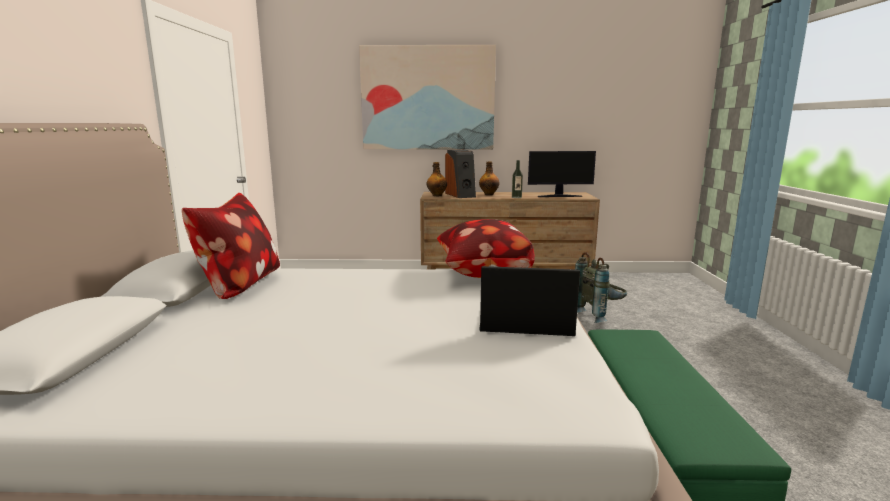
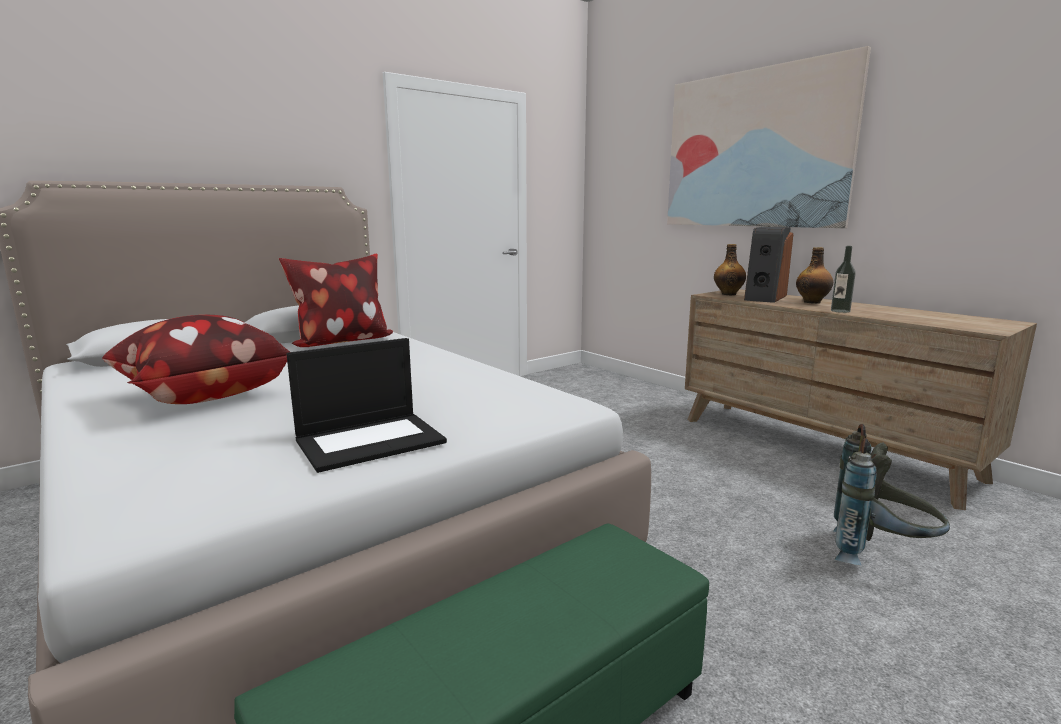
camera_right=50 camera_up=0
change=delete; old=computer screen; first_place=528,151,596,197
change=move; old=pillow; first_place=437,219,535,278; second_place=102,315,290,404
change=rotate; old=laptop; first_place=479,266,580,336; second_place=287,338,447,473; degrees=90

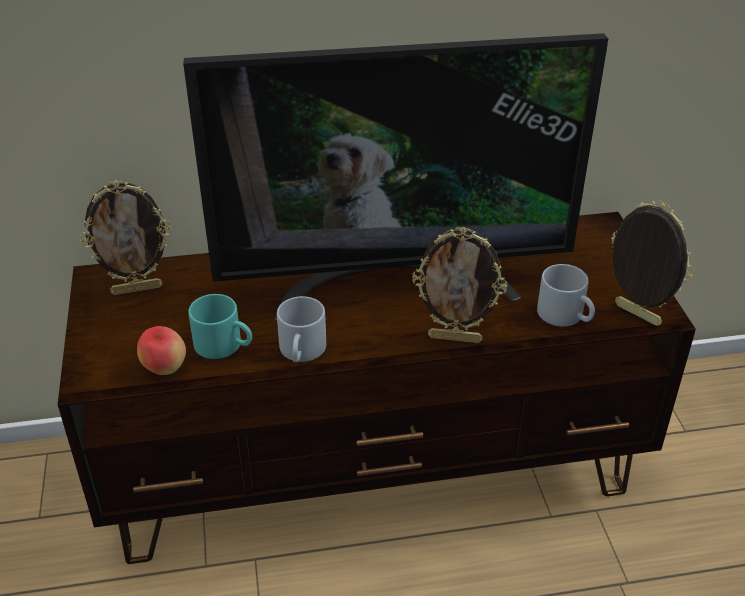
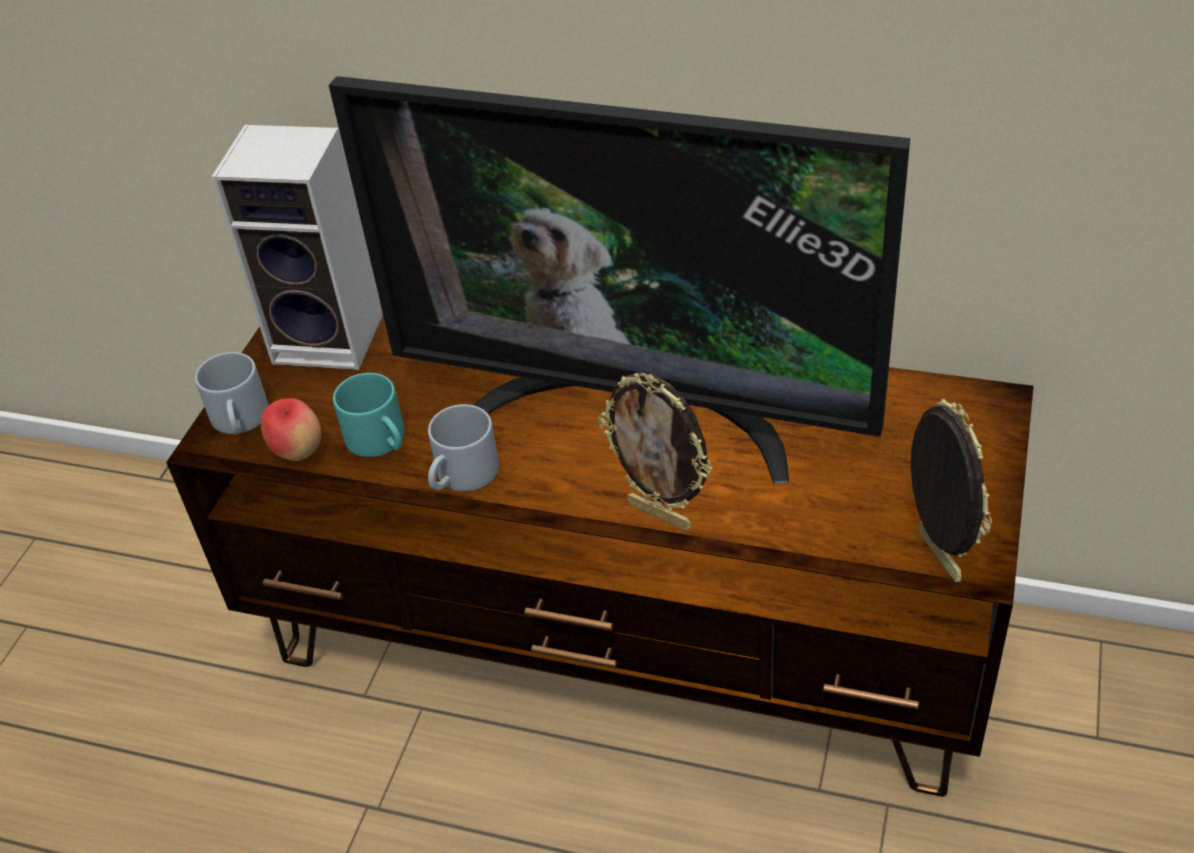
camera_right=30 camera_up=5
change=replace; old=standing frame; new=audio speaker; first_place=80,180,171,295; second_place=212,125,383,370
change=move; old=grey coffee mug; first_place=537,264,595,326; second_place=195,352,269,434

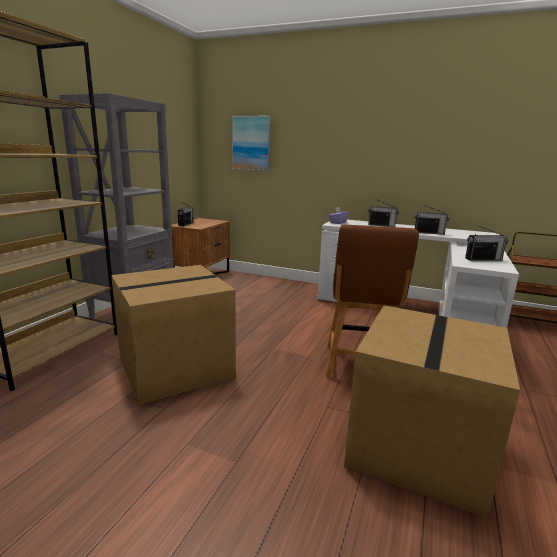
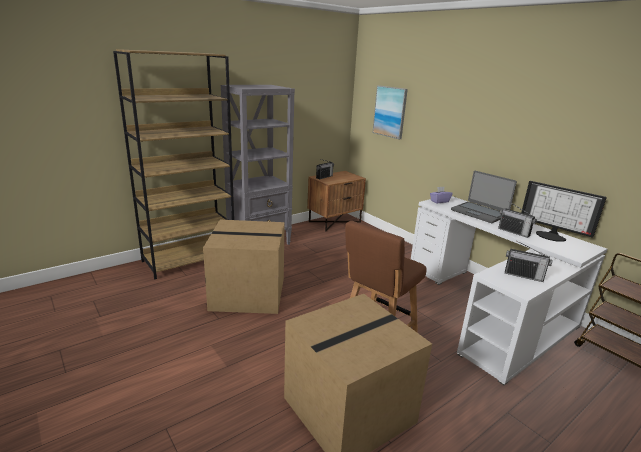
camera_right=30 camera_up=5
change=replace; old=radio; new=laptop; first_place=368,199,400,227; second_place=451,171,517,223
change=insert; new=computer screen; second_place=521,181,607,242

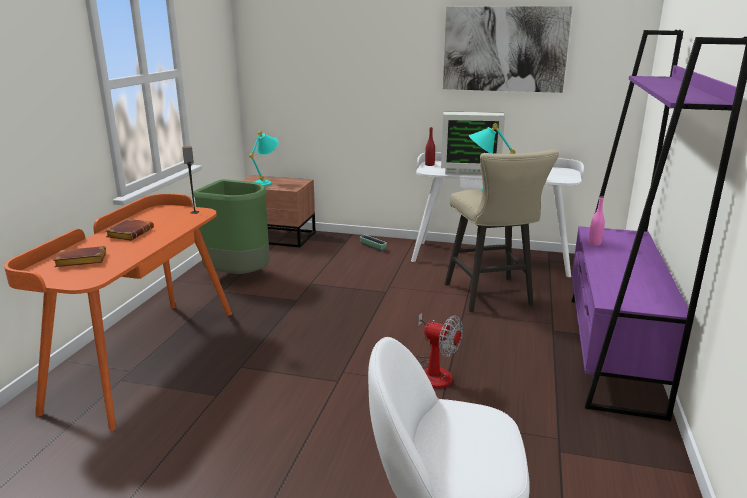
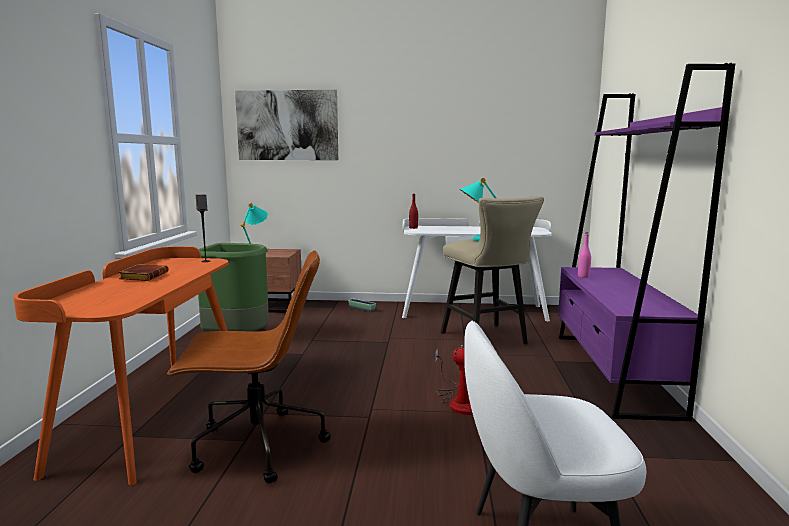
camera_right=-10 camera_up=-10
change=move; old=wall picture; first_place=443,6,573,93; second_place=235,90,338,160
change=delete; old=computer screen; first_place=441,112,505,176
change=delete; old=brownish book; first_place=54,246,106,267
change=insert; new=brownish office chair; second_place=167,250,331,484

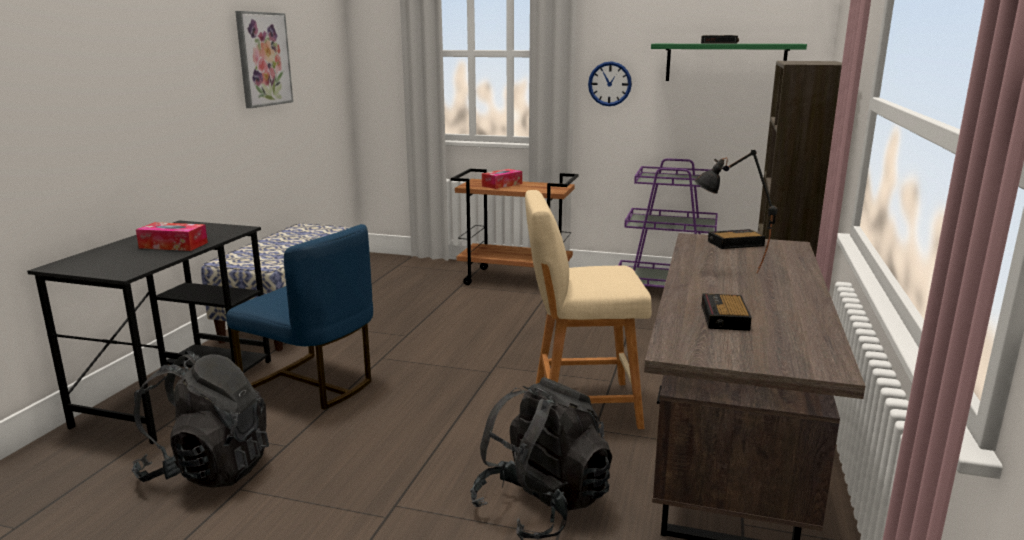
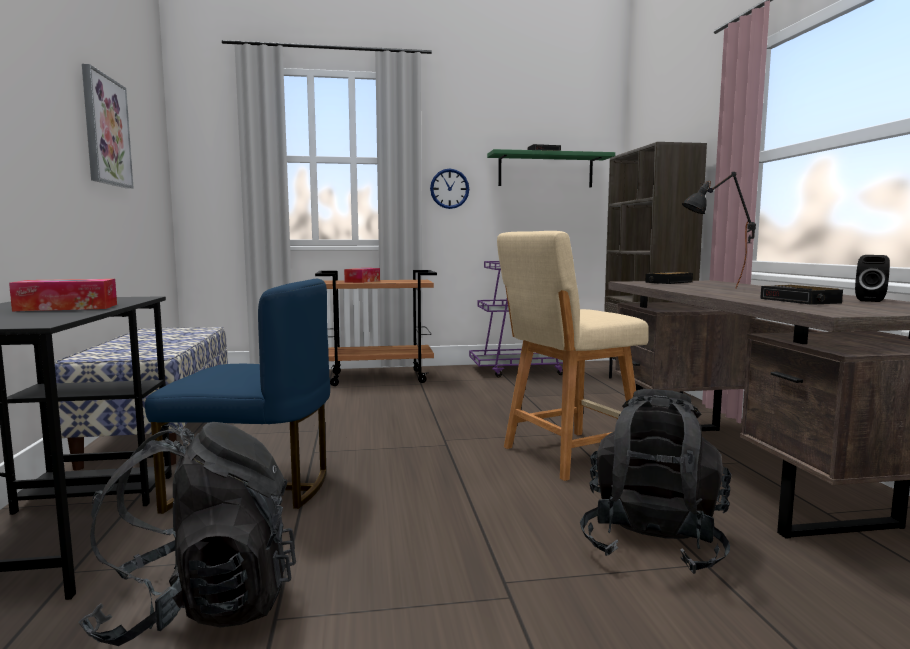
camera_right=-25 camera_up=-10
change=insert; new=blackish audio speaker; second_place=855,255,890,302

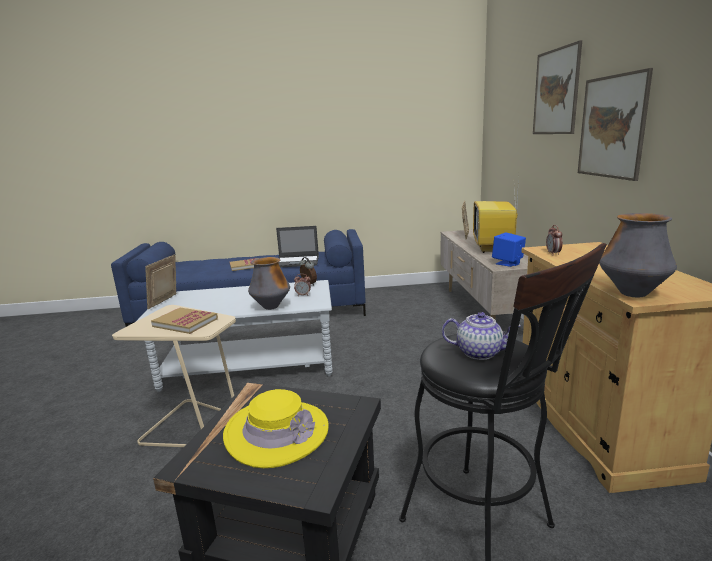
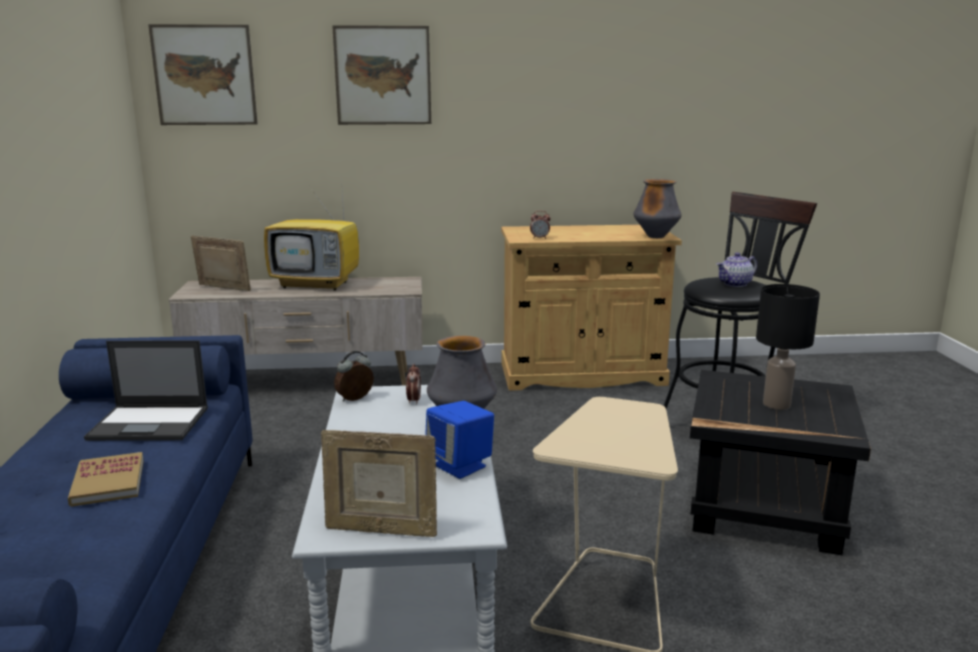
camera_right=-90 camera_up=0
change=move; old=wall picture; first_place=578,68,653,181; second_place=148,24,258,125
change=rotate; old=laptop; first_place=276,226,319,268; second_place=84,340,208,441; degrees=90
change=move; old=bluish audio speaker; first_place=492,232,526,267; second_place=425,401,494,479
change=delete; old=book; first_place=151,308,218,334
change=rotate; old=teapot; first_place=442,312,521,360; second_place=716,252,757,287; degrees=-135
change=replace; old=yellow wearable hat; new=blackish table lamp; first_place=223,389,329,468; second_place=756,284,820,410

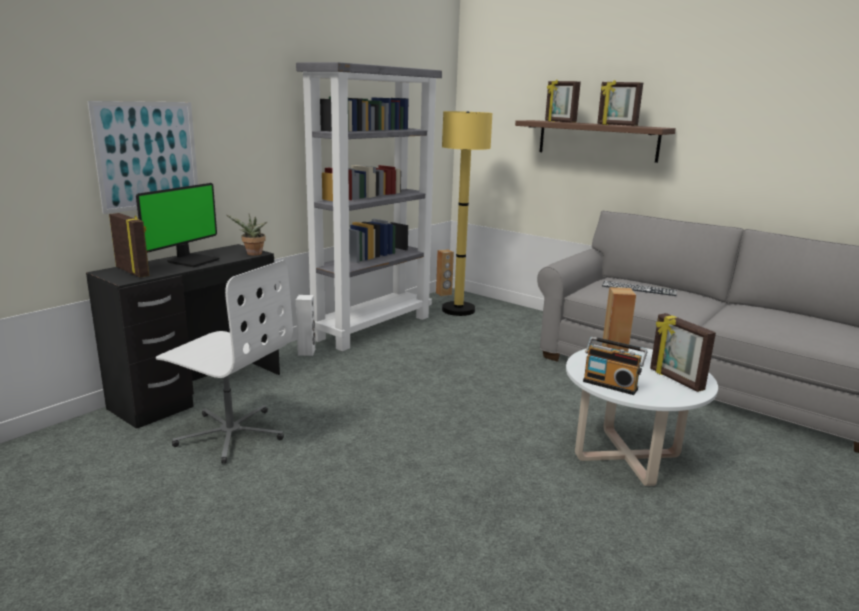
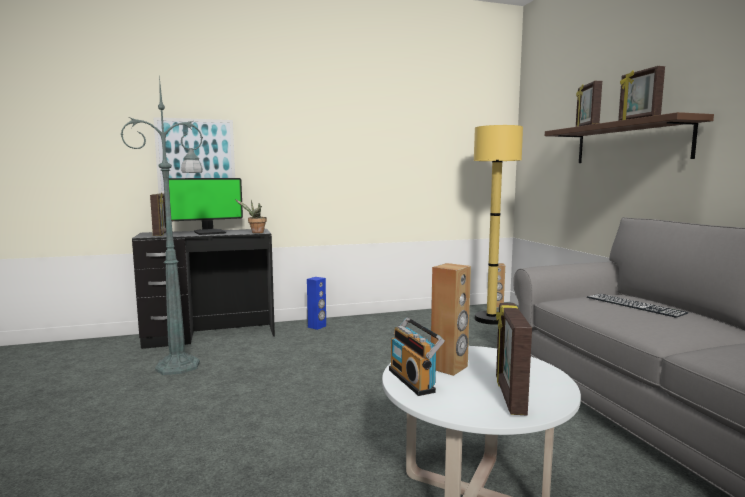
camera_right=35 camera_up=-10
change=delete; old=grey bookshelf; first_place=296,62,442,351
change=replace; old=white-coloured office chair; new=greenish standing lamp; first_place=156,260,293,464; second_place=120,75,203,375
change=recolor; old=white-coloured audio speaker; new=bluish audio speaker; first_place=296,295,315,356; second_place=307,277,326,330

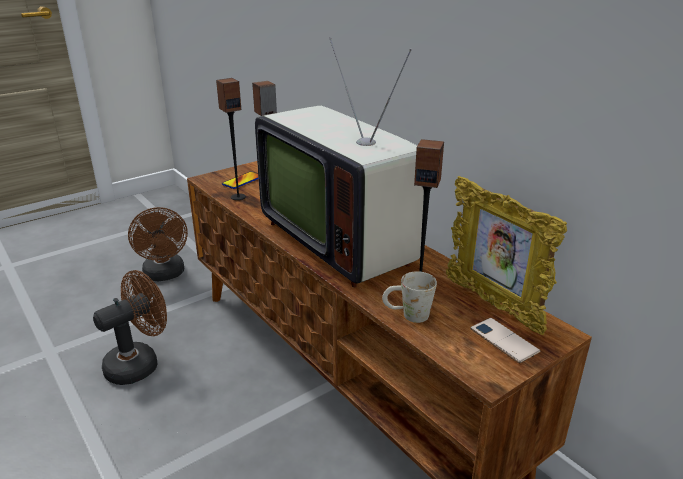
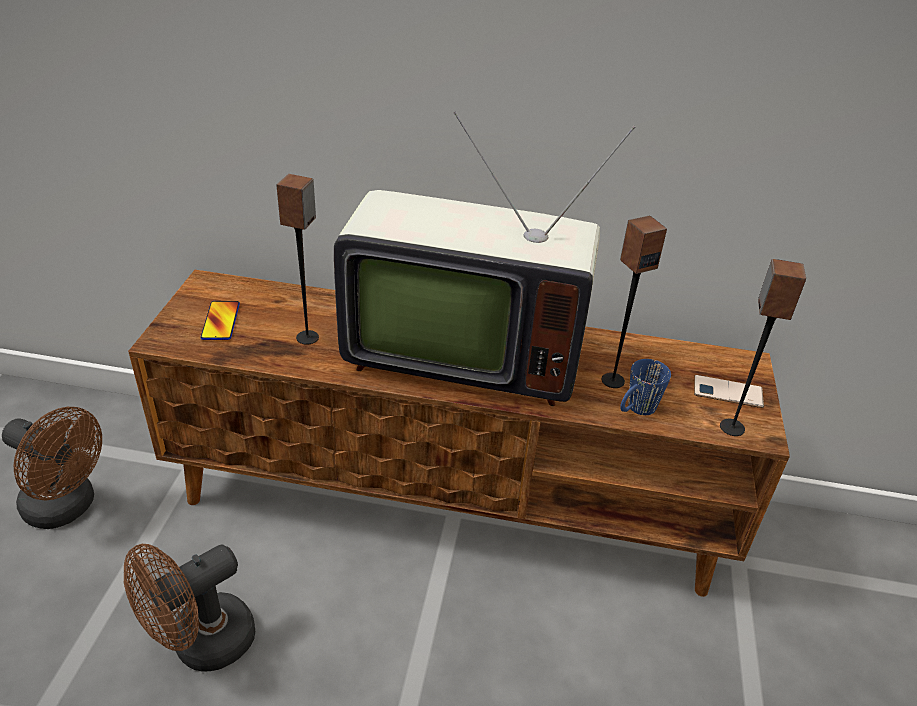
camera_right=-45 camera_up=10
change=move; old=audio speaker; first_place=216,78,246,200; second_place=720,259,806,436
change=delete; old=standing frame; first_place=446,176,567,335
change=rotate; old=brownish electric fan; first_place=93,270,167,385; second_place=124,544,255,672; degrees=-135
change=recolor; old=white-coloured coffee mug; new=bluish coffee mug; first_place=382,271,437,323; second_place=620,359,671,415

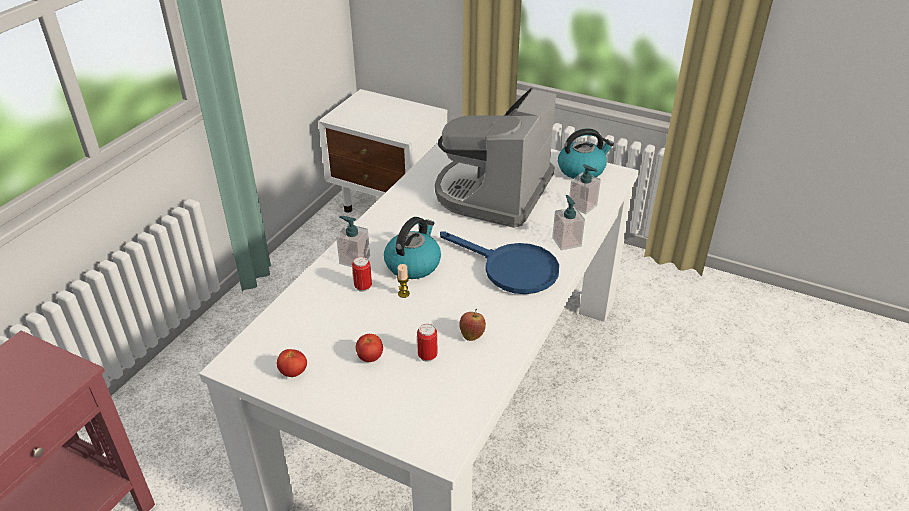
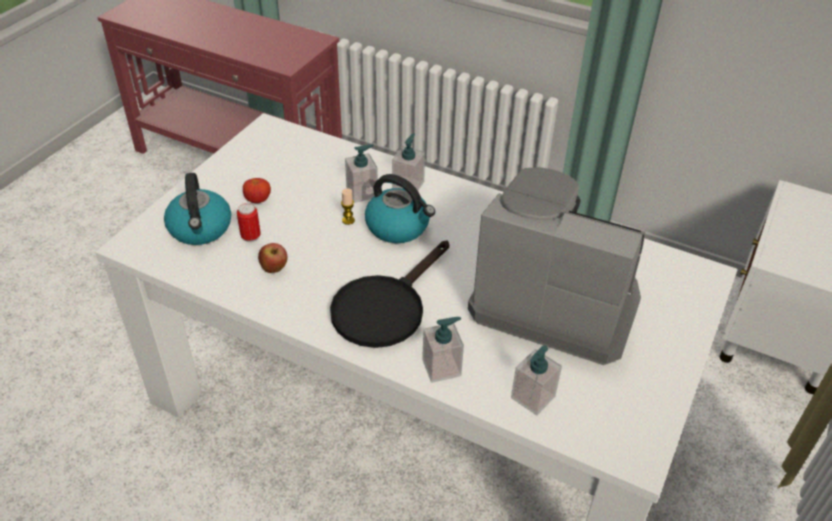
camera_right=90 camera_up=5
change=move; old=kettle; first_place=558,128,614,179; second_place=164,173,231,245
change=recolor; old=bluish frying pan; new=blackish frying pan; first_place=440,231,559,294; second_place=330,240,449,348
change=replace; old=sealed can; new=soap dispenser; first_place=352,257,372,292; second_place=345,144,378,203
change=delete; old=tomato; first_place=277,349,307,377

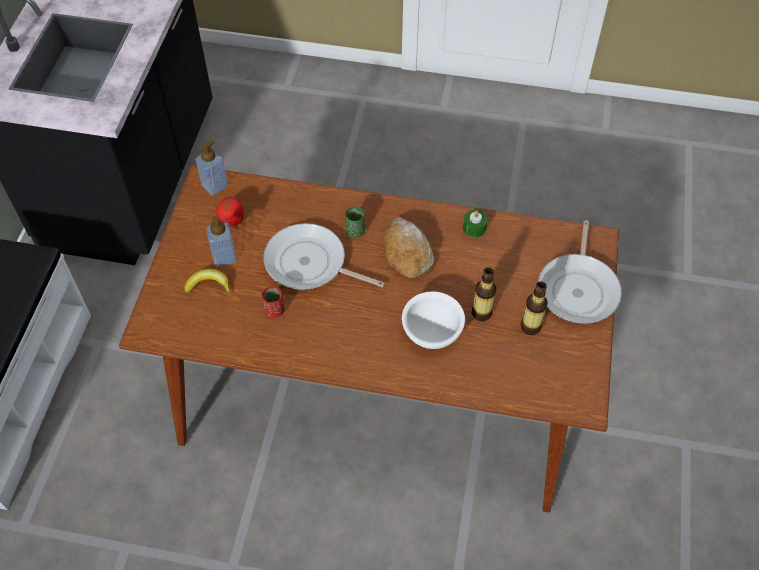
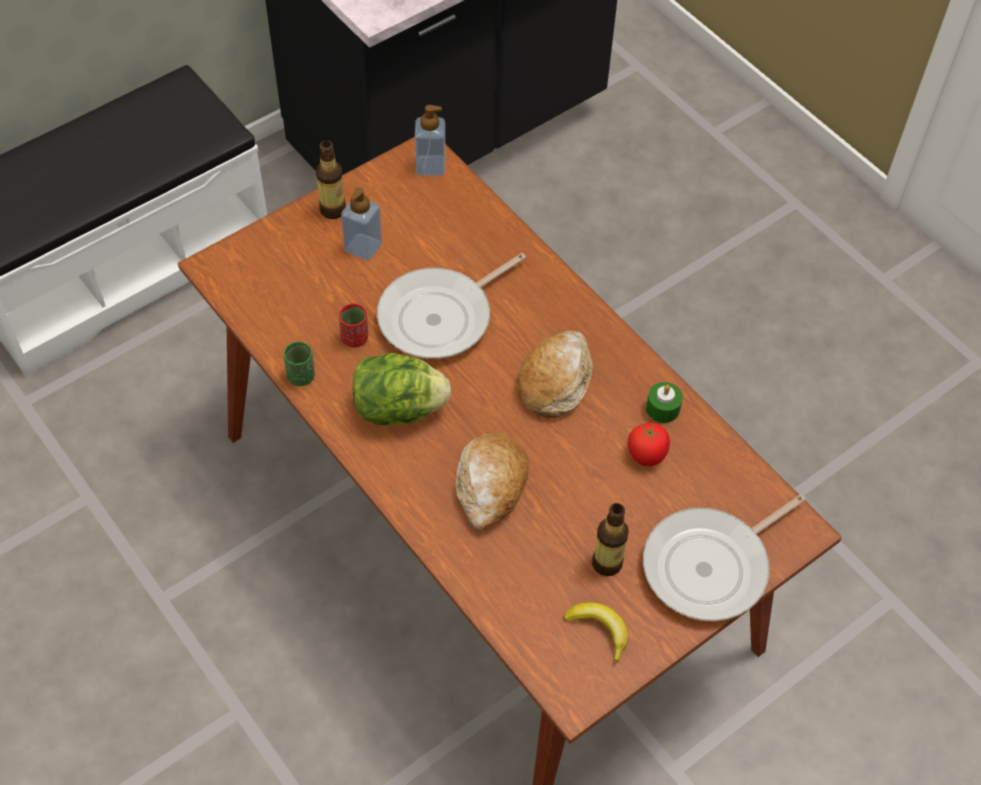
camera_right=40 camera_up=0
change=move; old=tomato; first_place=216,197,244,226; second_place=628,423,670,466
change=move; old=greenish drinking cup; first_place=345,207,365,237; second_place=283,342,315,386
change=rotate; old=frying pan; first_place=263,223,385,290; second_place=377,253,526,359; degrees=-105
change=move; old=bottle; first_place=471,267,496,321; second_place=316,140,346,219
change=move; old=banana fruit; first_place=184,269,230,294; second_place=563,602,629,664
change=replace; old=white-coloured bowl; new=bakery bread; first_place=402,291,465,349; second_place=456,433,529,530
change=insert; new=lettuce head; second_place=352,353,451,425

